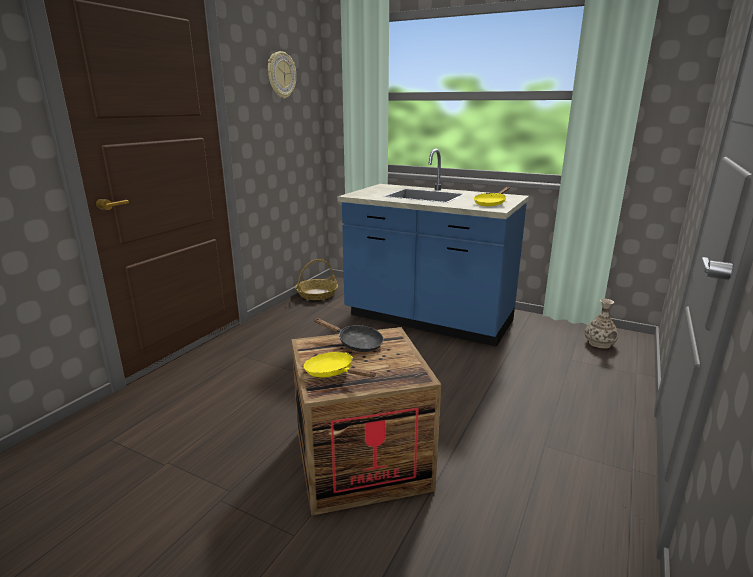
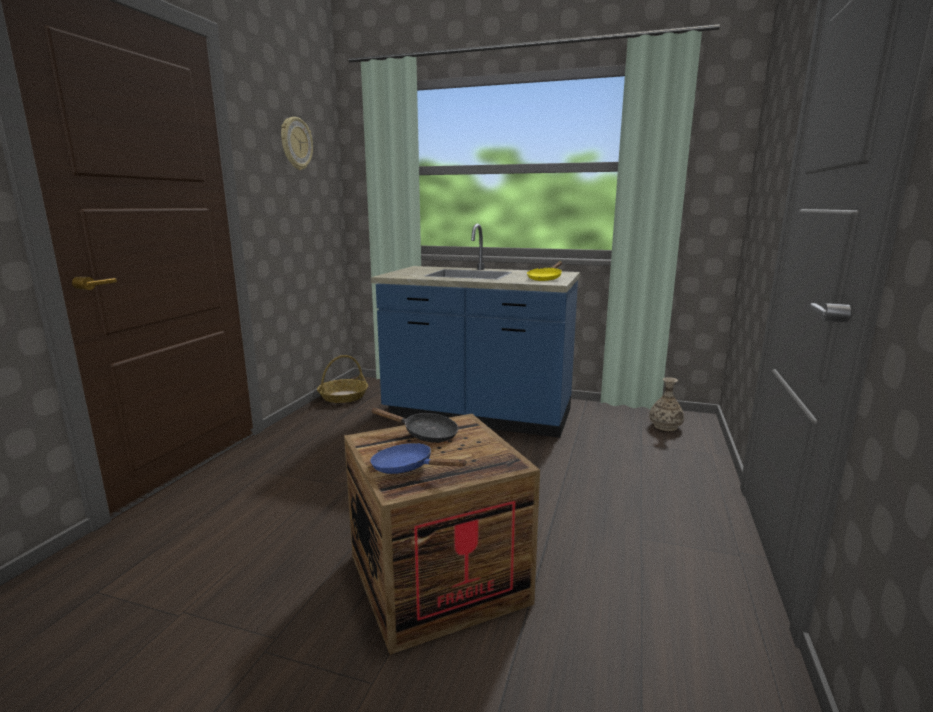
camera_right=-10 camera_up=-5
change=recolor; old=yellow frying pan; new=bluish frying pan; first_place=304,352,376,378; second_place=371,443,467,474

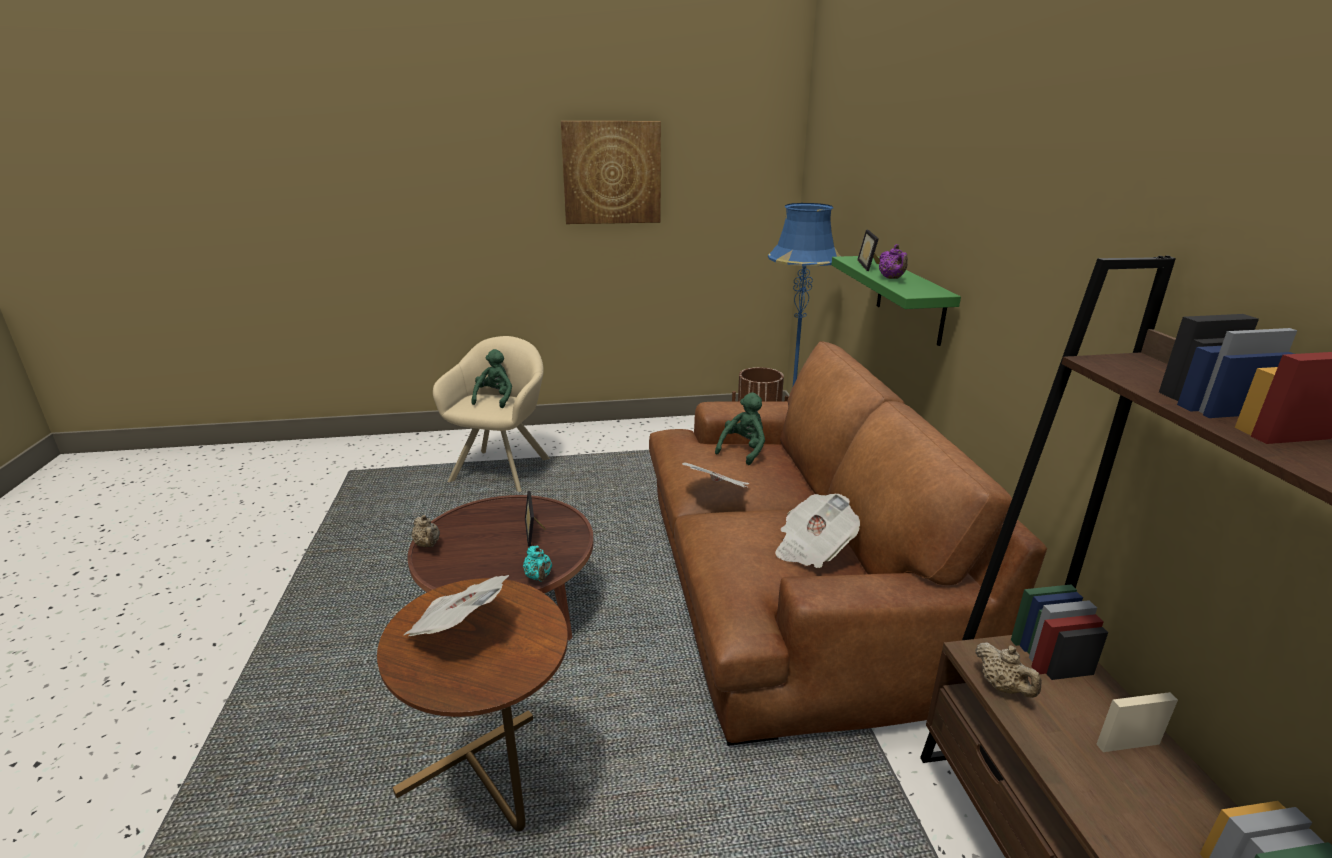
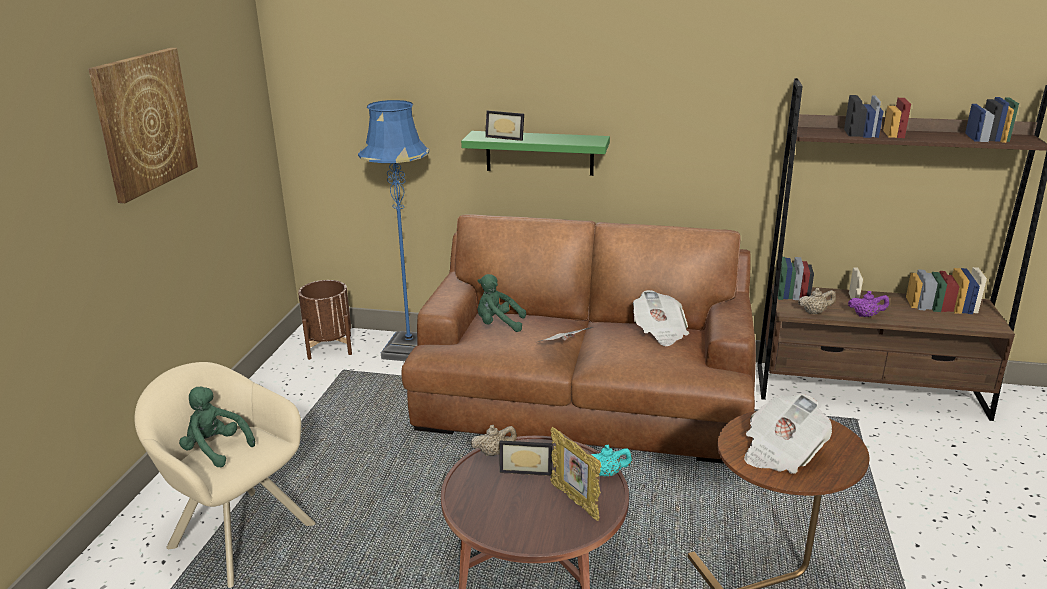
camera_right=-70 camera_up=0
change=move; old=purple teapot; first_place=879,244,908,279; second_place=848,291,890,317
change=rotate; old=greenish soft toy; first_place=715,392,765,465; second_place=477,274,526,332; degrees=-45
change=move; old=sand-coloured teapot; first_place=412,515,440,547; second_place=471,425,517,456
change=insert; new=standing frame; second_place=550,427,601,521

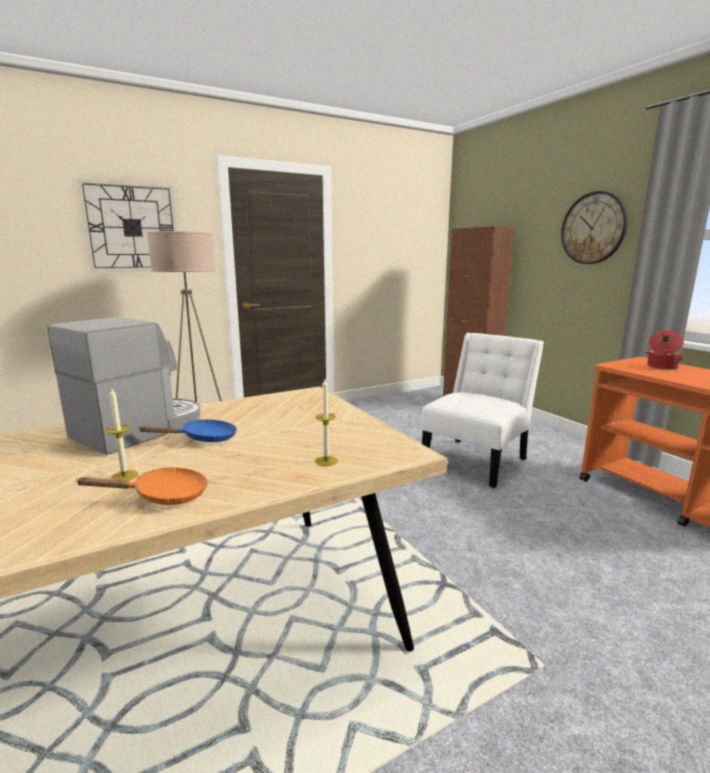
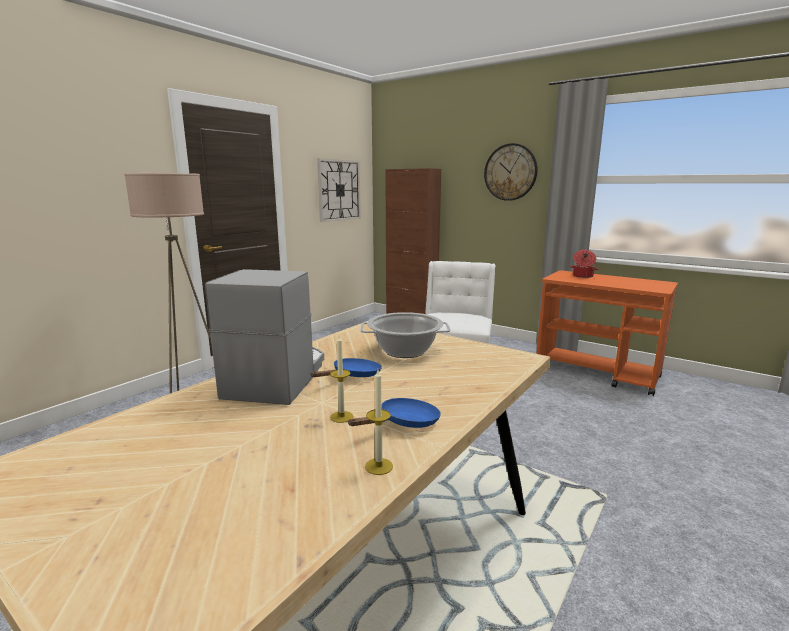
camera_right=-25 camera_up=0
change=move; old=clock on the wall; first_place=78,179,177,272; second_place=317,159,361,222
change=move; old=candle; first_place=315,379,338,466; second_place=365,370,393,475
change=recolor; old=orangey frying pan; new=bluish frying pan; first_place=75,467,208,505; second_place=348,398,441,428
change=insert; new=cooking pot; second_place=360,312,451,358

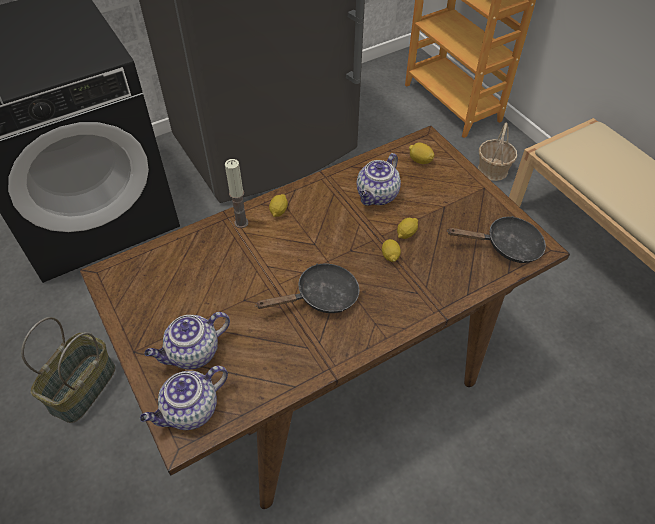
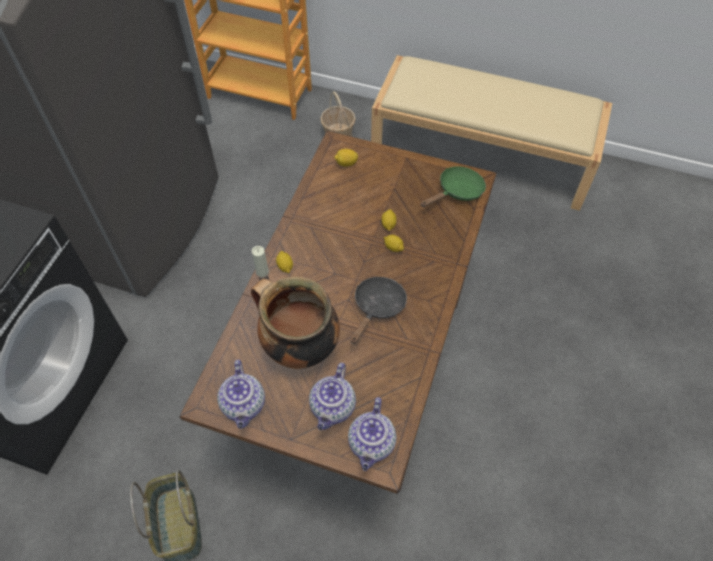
camera_right=-40 camera_up=5
change=move; old=teapot; first_place=357,153,401,206; second_place=217,360,265,429
change=recolor; old=blackish frying pan; new=greenish frying pan; first_place=447,216,546,263; second_place=420,166,486,207
change=insert; new=cooking pot; second_place=251,277,340,369

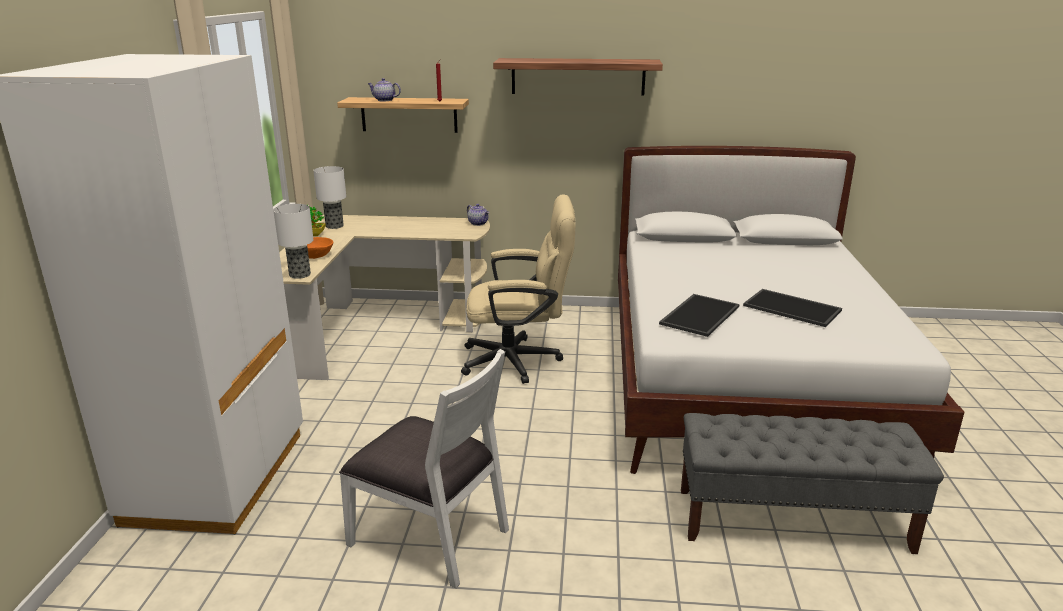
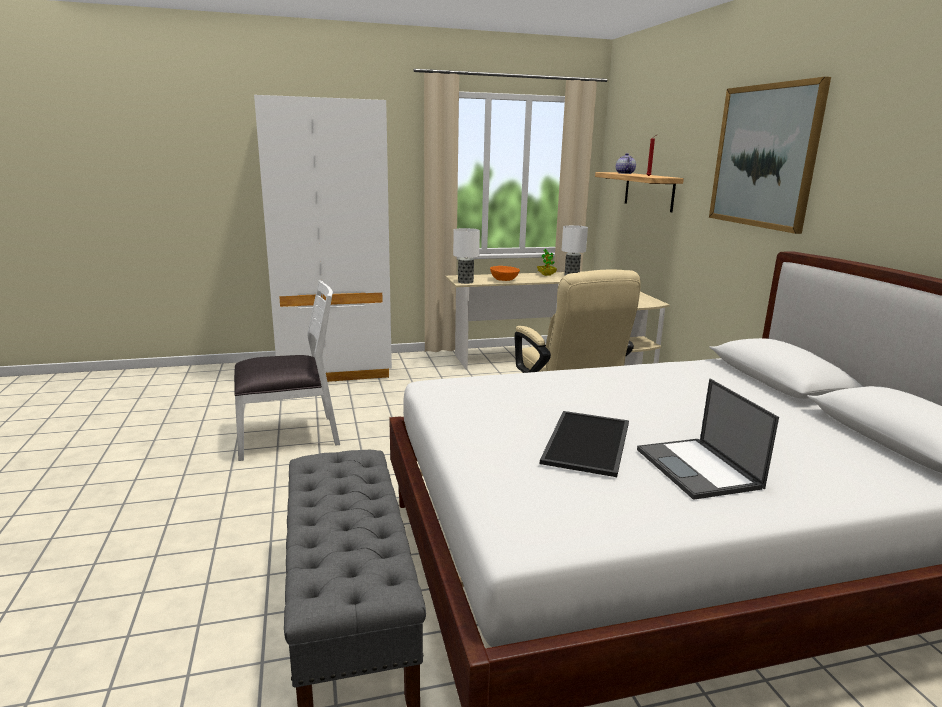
camera_right=70 camera_up=-5
change=replace; old=wall shelf; new=wall picture; first_place=493,58,663,96; second_place=709,77,831,234
change=delete; old=teapot; first_place=467,204,489,226
change=delete; old=tray; first_place=659,294,739,337
change=rotate; old=white-coloured chair; first_place=339,349,509,589; second_place=234,280,340,461; degrees=-120
change=insert; new=laptop; second_place=637,378,779,500

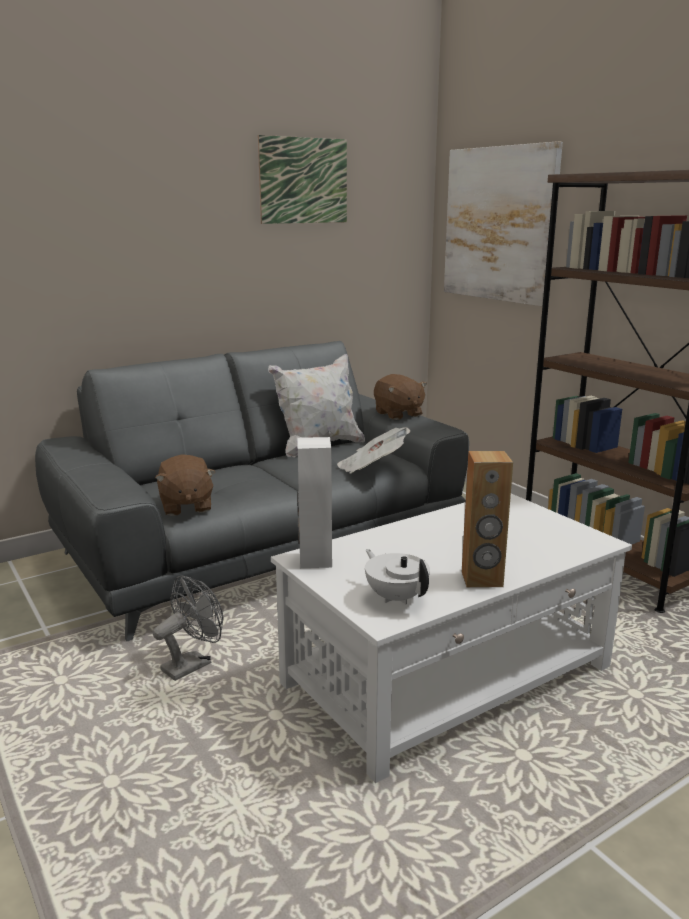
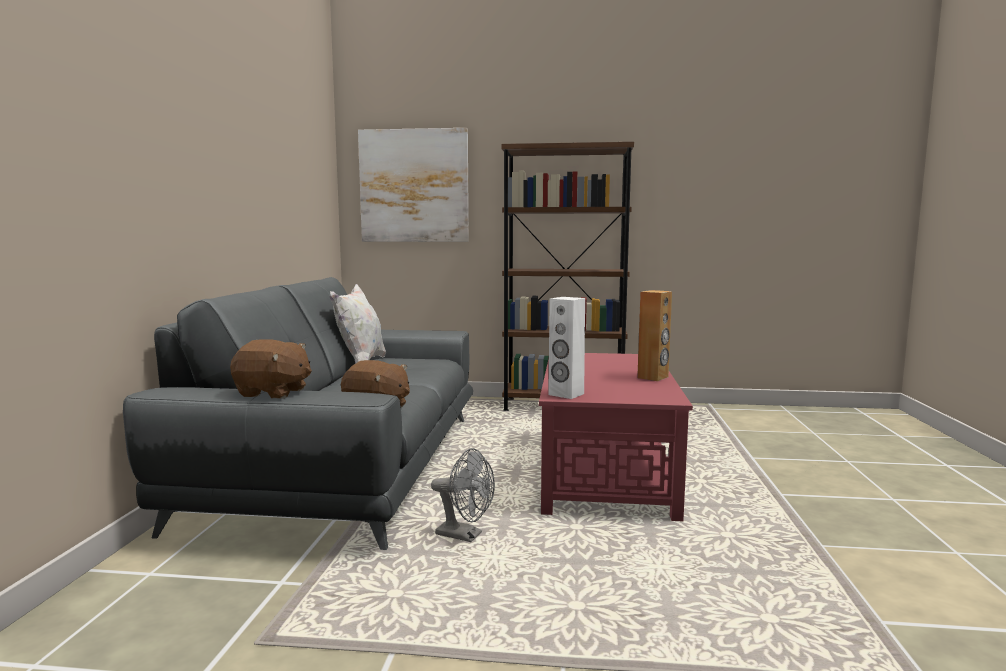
camera_right=-50 camera_up=-10
change=delete; old=wall picture; first_place=258,135,347,224
change=move; old=brownish soft toy; first_place=374,374,427,420; second_place=230,339,312,399
change=delete; old=daily paper; first_place=337,427,410,473
change=recolor; old=white-coloured low table; new=reddish low table; first_place=271,494,632,783; second_place=539,353,693,521
change=delete; old=white-coloured teapot; first_place=365,549,430,604
change=rotate; old=grey electric fan; first_place=153,576,223,681; second_place=431,448,495,542; degrees=120

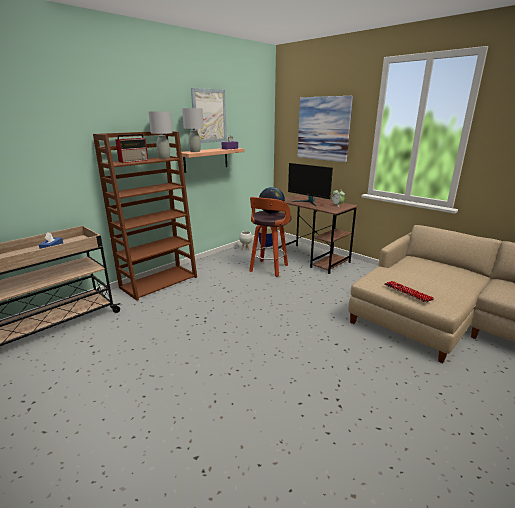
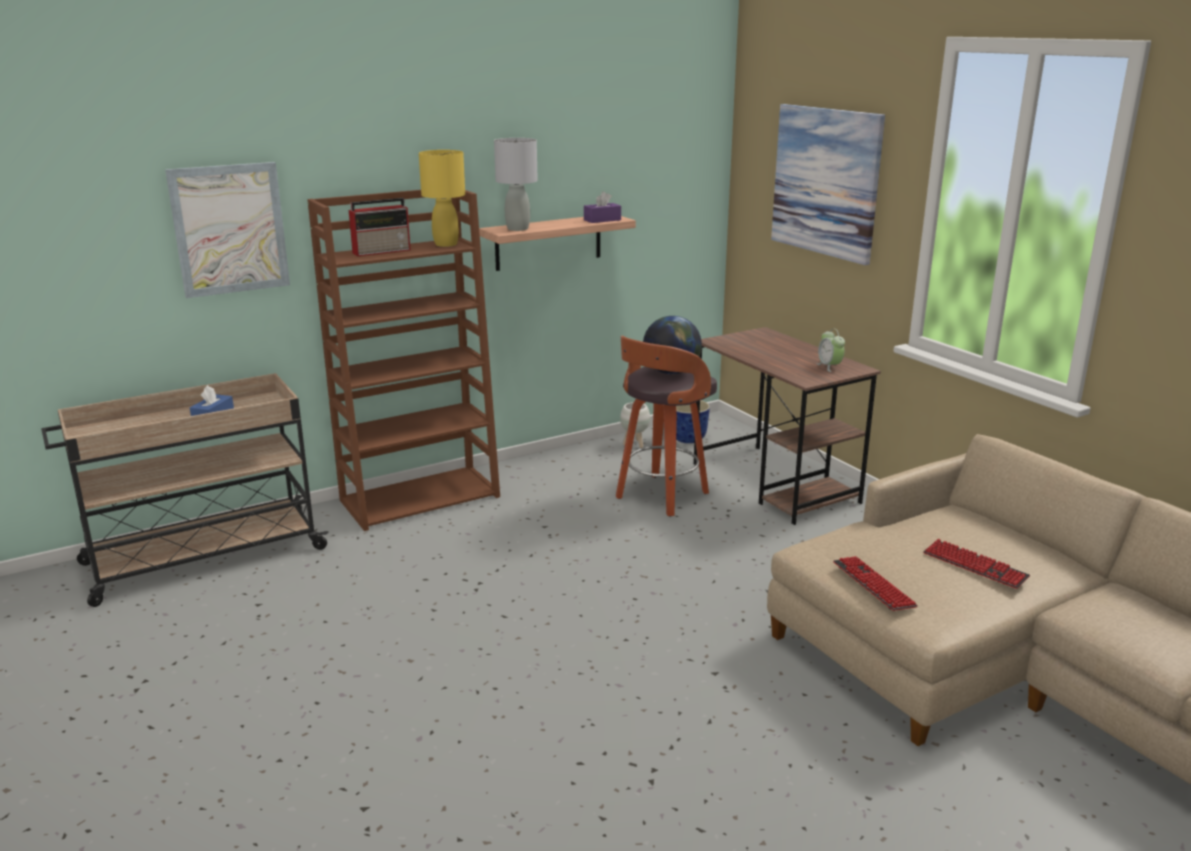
camera_right=15 camera_up=0
change=move; old=wall picture; first_place=191,88,227,143; second_place=165,162,290,298
change=recolor; old=grey table lamp; new=yellow table lamp; first_place=148,111,173,159; second_place=419,150,465,247
change=delete; old=computer screen; first_place=288,163,333,206
change=insert; new=computer keyboard; second_place=923,539,1030,589

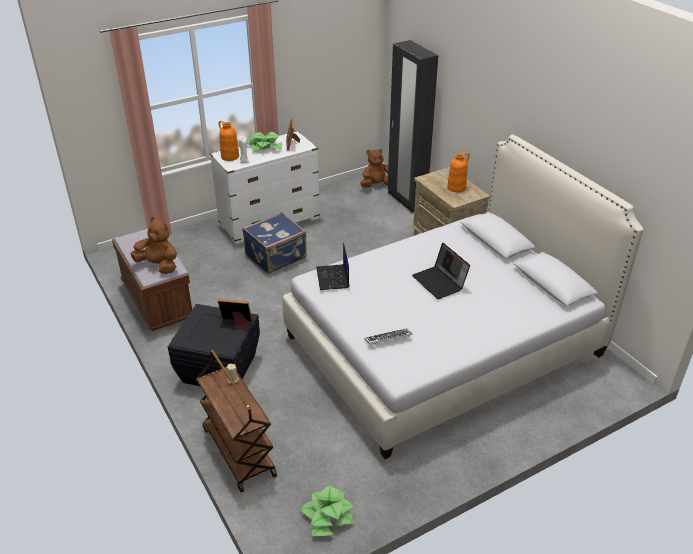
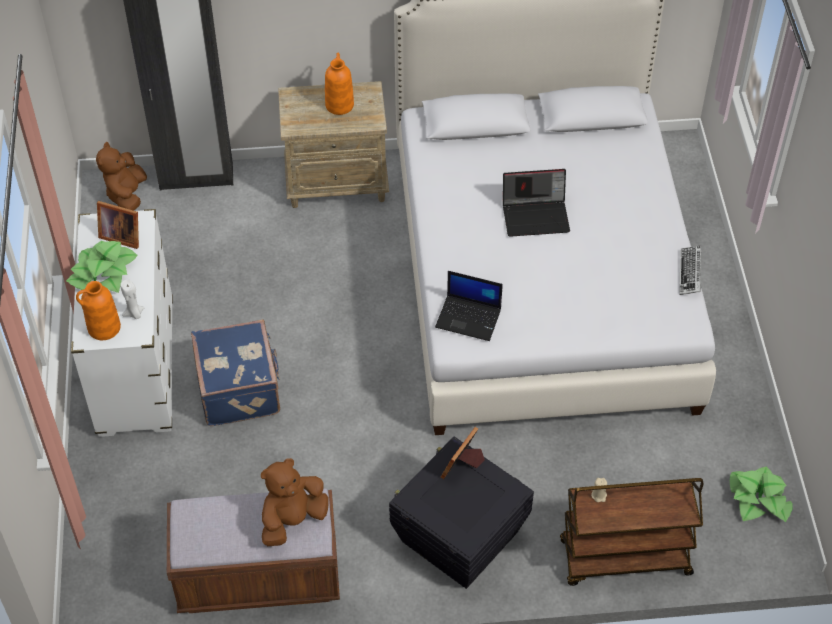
camera_right=-65 camera_up=15
change=move; old=computer keyboard; first_place=364,329,413,345; second_place=679,245,701,295

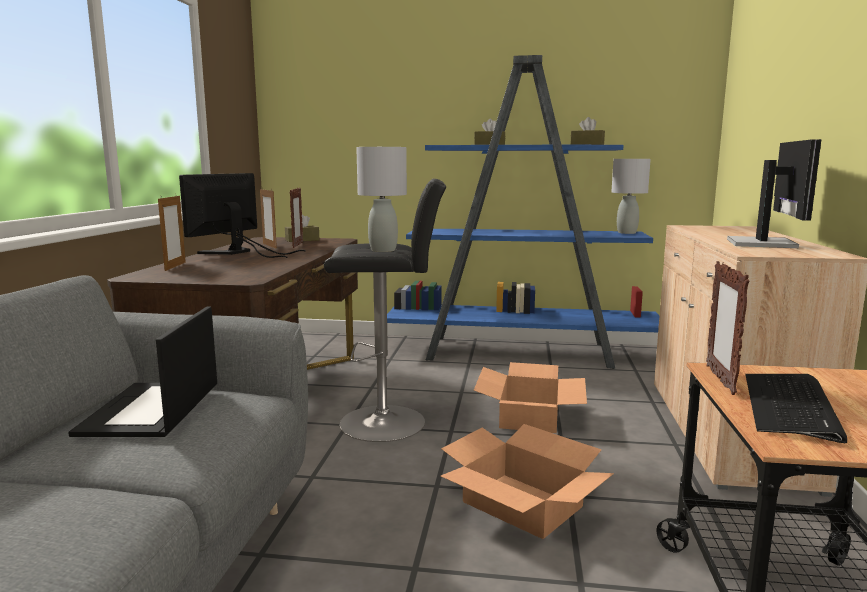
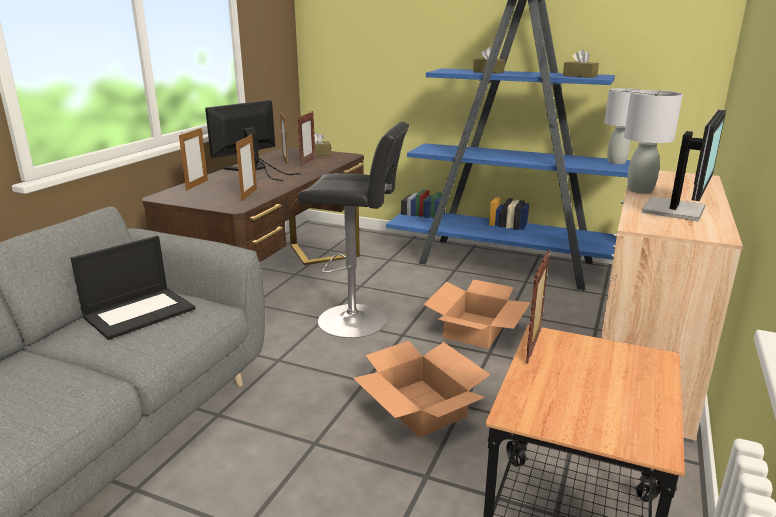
camera_right=15 camera_up=10
change=move; old=grey table lamp; first_place=356,147,407,252; second_place=624,90,683,193
change=rotate; old=laptop; first_place=68,306,217,437; second_place=70,236,196,340; degrees=-150
change=delete; old=computer keyboard; first_place=746,374,847,443
change=insert; new=standing frame; second_place=236,134,257,201

